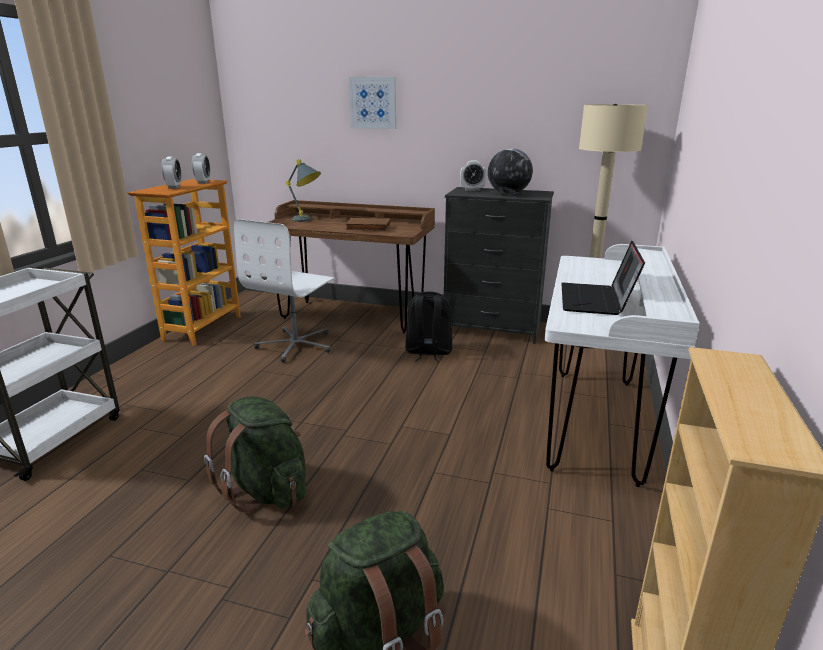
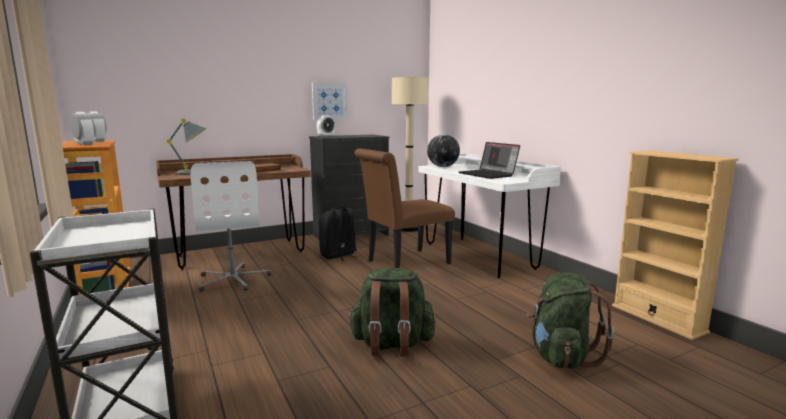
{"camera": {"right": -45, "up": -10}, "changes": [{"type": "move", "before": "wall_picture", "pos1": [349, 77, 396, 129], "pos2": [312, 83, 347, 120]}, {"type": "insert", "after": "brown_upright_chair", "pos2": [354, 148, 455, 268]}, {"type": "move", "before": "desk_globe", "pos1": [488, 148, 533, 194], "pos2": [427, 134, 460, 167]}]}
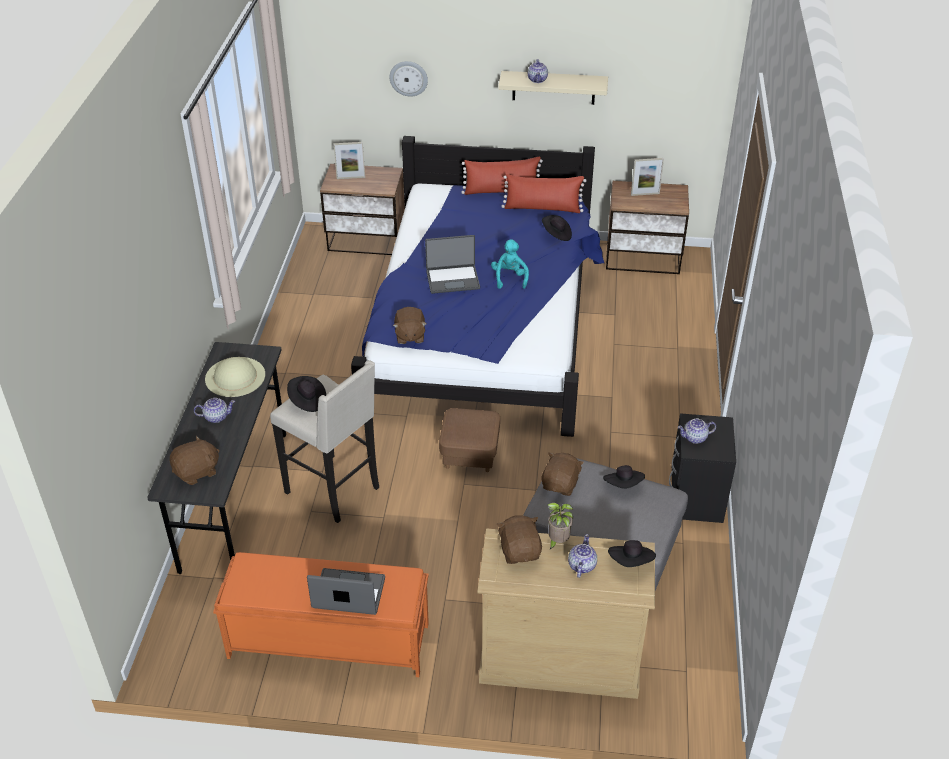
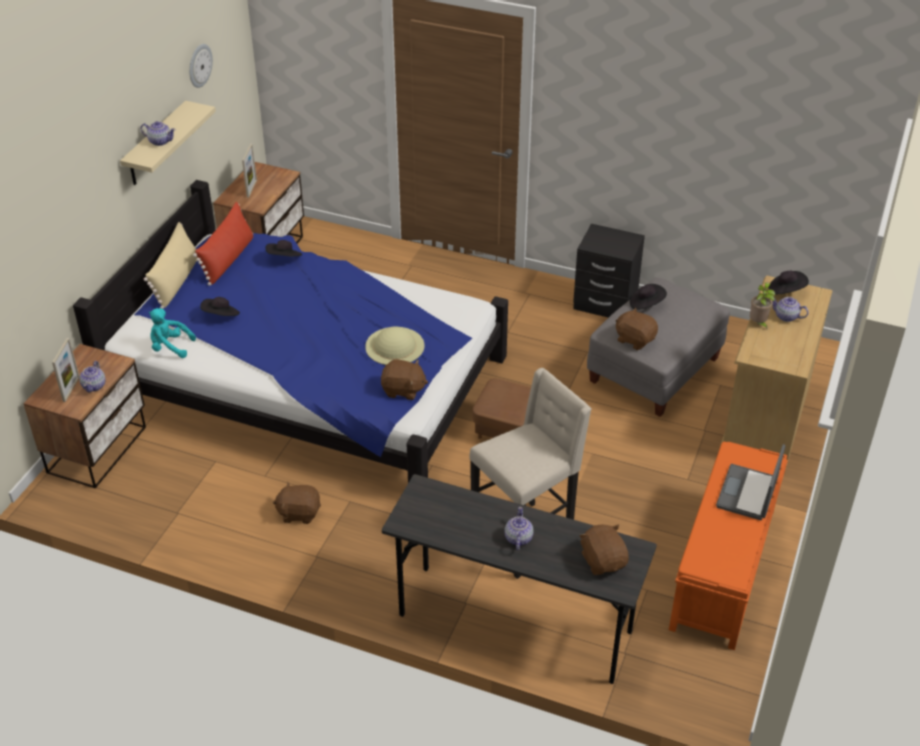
{"camera": {"right": -75, "up": 0}, "changes": [{"type": "move", "before": "teapot", "pos1": [677, 419, 716, 444], "pos2": [79, 361, 106, 393]}, {"type": "recolor", "before": "red-coloured_throw_pillow", "after": "sand-coloured_throw_pillow", "pos1": [461, 157, 543, 195], "pos2": [144, 222, 198, 309]}, {"type": "move", "before": "turquoise-coloured_cuddly_toy", "pos1": [491, 239, 529, 289], "pos2": [149, 308, 196, 358]}, {"type": "move", "before": "wall_clock", "pos1": [390, 61, 428, 97], "pos2": [189, 44, 213, 88]}, {"type": "move", "before": "black-coloured_hat", "pos1": [287, 376, 326, 412], "pos2": [200, 297, 240, 316]}, {"type": "move", "before": "brown_cuddly_toy", "pos1": [496, 515, 542, 564], "pos2": [273, 482, 321, 524]}, {"type": "move", "before": "sand-coloured_hat", "pos1": [205, 357, 265, 397], "pos2": [365, 326, 425, 365]}, {"type": "delete", "before": "laptop", "pos1": [425, 235, 480, 294]}]}
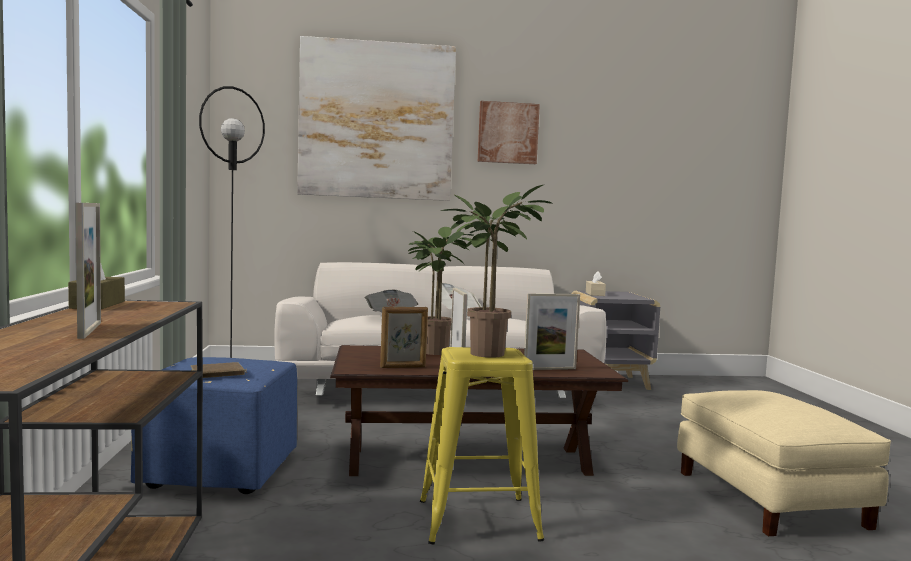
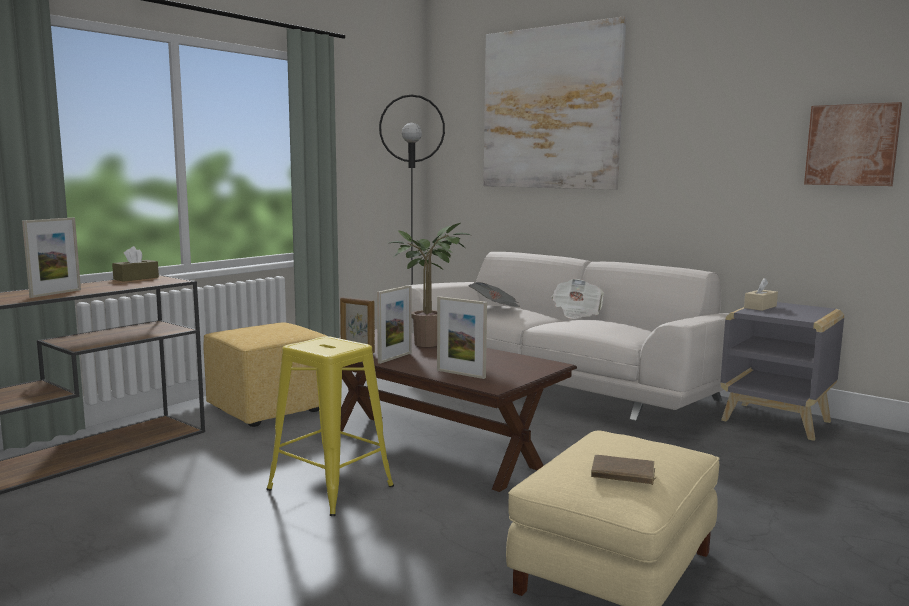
{"camera": {"right": 45, "up": 5}, "changes": [{"type": "recolor", "before": "bluish_pouffe", "after": "yellow_pouffe", "pos1": [131, 357, 297, 494], "pos2": [203, 323, 326, 427]}, {"type": "move", "before": "brown_bound_book", "pos1": [191, 362, 247, 378], "pos2": [591, 455, 656, 485]}, {"type": "move", "before": "wall_picture", "pos1": [478, 101, 540, 164], "pos2": [804, 102, 902, 186]}, {"type": "delete", "before": "potted_plant", "pos1": [441, 185, 553, 358]}]}
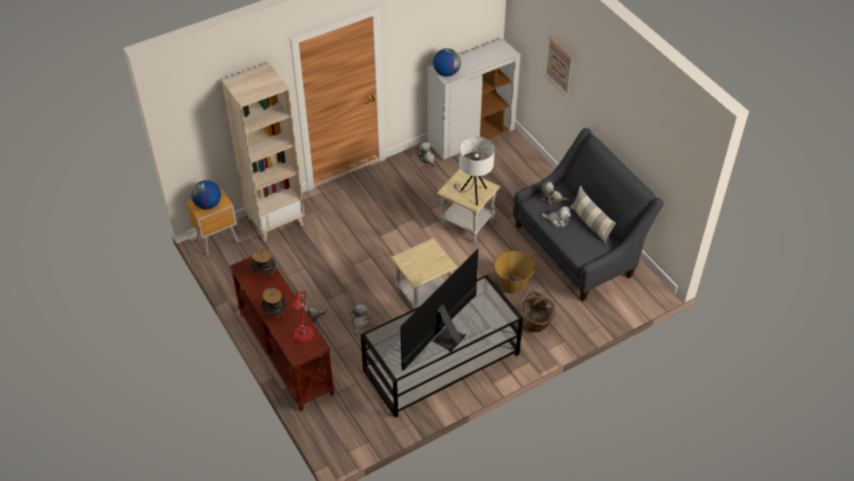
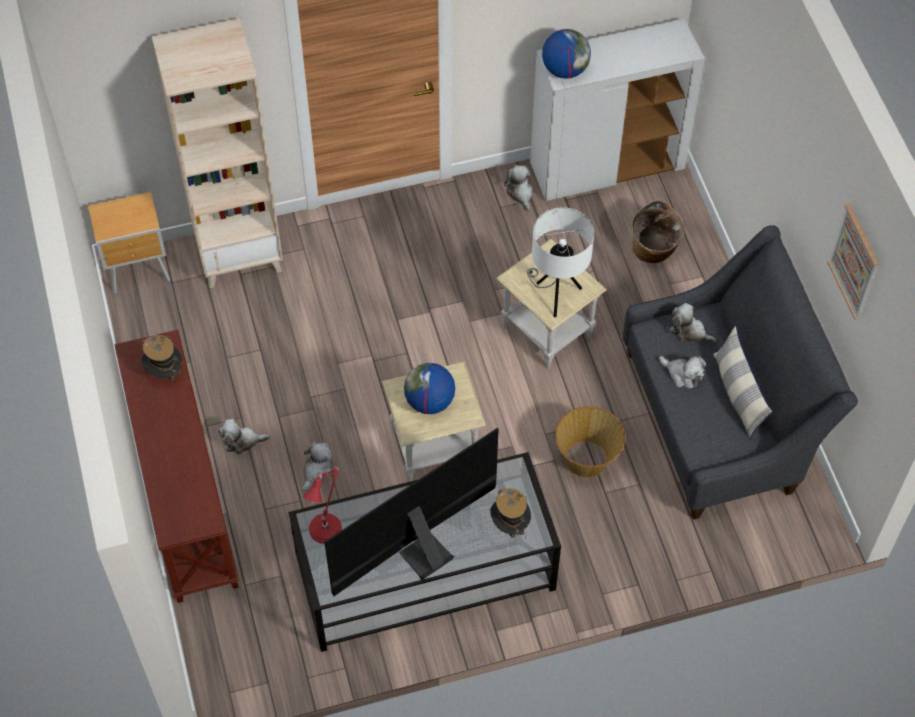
{"camera": {"right": 15, "up": 10}, "changes": [{"type": "move", "before": "red-coloured_lamp_for_a_table", "pos1": [291, 290, 314, 343], "pos2": [303, 466, 342, 544]}, {"type": "move", "before": "desk_globe", "pos1": [191, 180, 221, 210], "pos2": [404, 363, 455, 414]}, {"type": "move", "before": "hat", "pos1": [261, 288, 286, 319], "pos2": [490, 488, 531, 538]}, {"type": "move", "before": "household_basket", "pos1": [521, 291, 556, 332], "pos2": [631, 200, 685, 263]}, {"type": "move", "before": "wall_picture", "pos1": [545, 36, 573, 97], "pos2": [827, 204, 879, 320]}]}
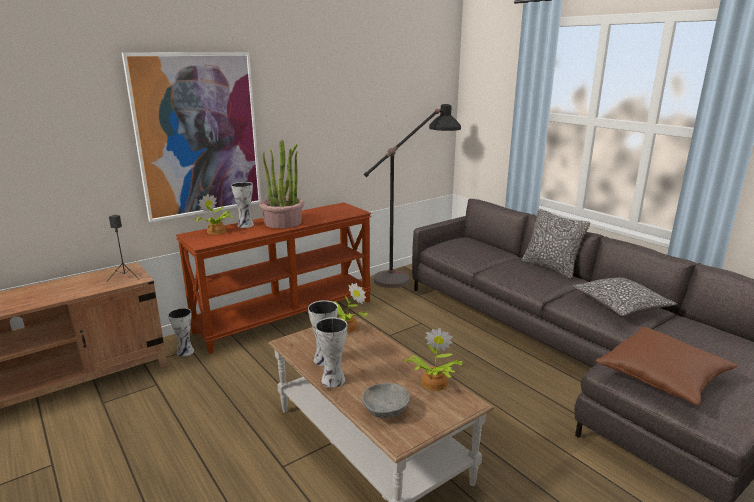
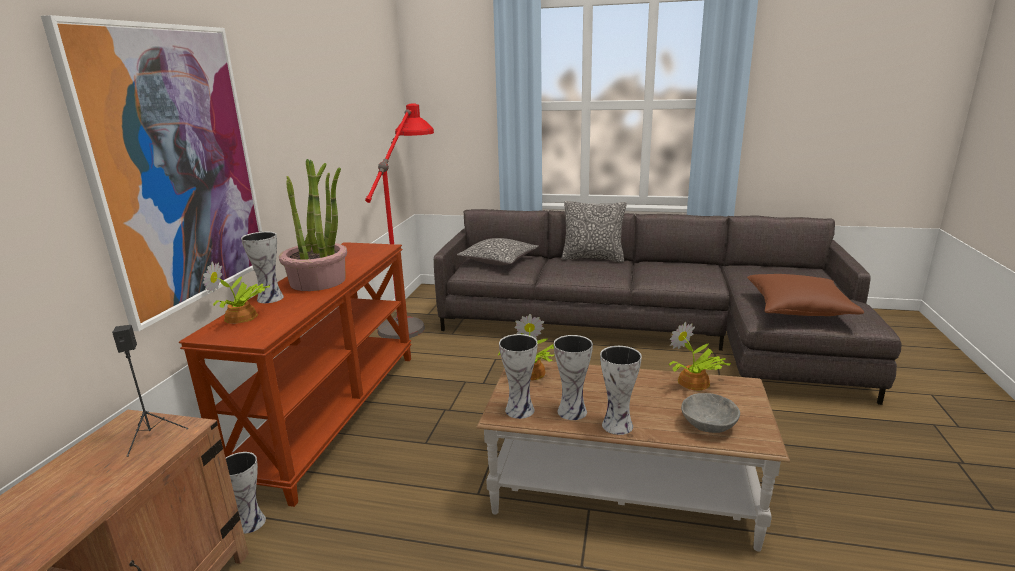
{"camera": {"right": -40, "up": 0}, "changes": [{"type": "recolor", "before": "black-coloured_standard_lamp", "after": "red-coloured_standard_lamp", "pos1": [364, 104, 461, 288], "pos2": [365, 104, 434, 339]}, {"type": "move", "before": "throw_pillow", "pos1": [572, 277, 677, 316], "pos2": [457, 238, 539, 265]}, {"type": "insert", "after": "vase", "pos2": [499, 334, 538, 419]}]}
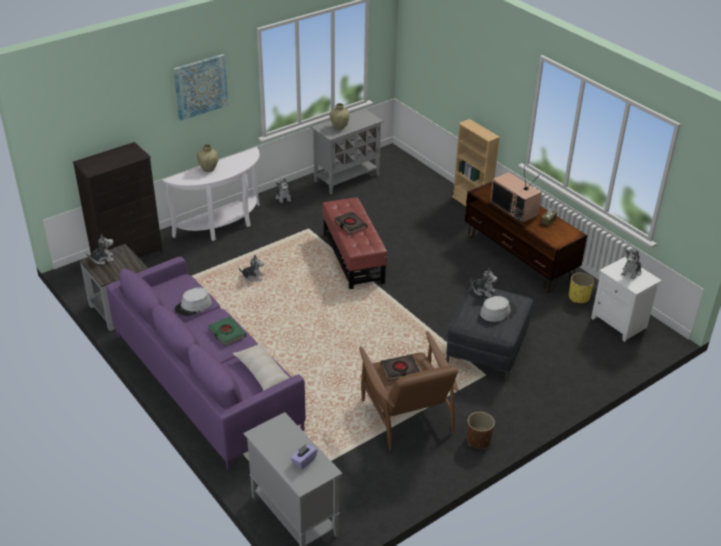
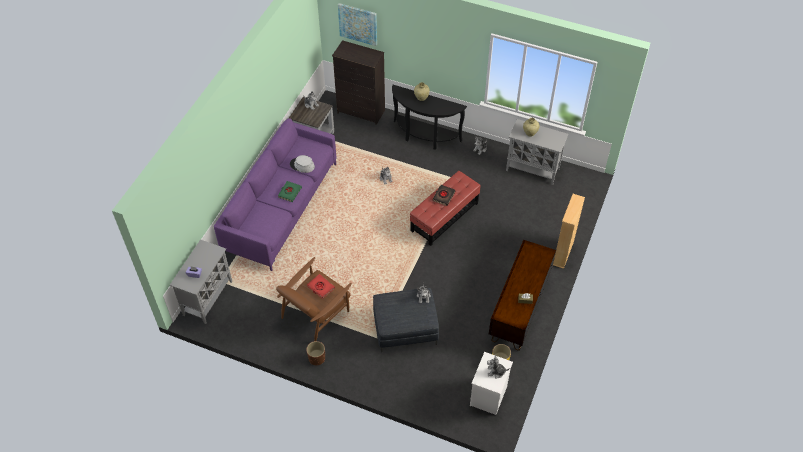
{"camera": {"right": 60, "up": 15}, "changes": [{"type": "recolor", "before": "black-coloured_bound_book", "after": "red-coloured_bound_book", "pos1": [381, 355, 420, 381], "pos2": [307, 274, 335, 299]}, {"type": "move", "before": "wall_picture", "pos1": [173, 54, 228, 121], "pos2": [338, 3, 377, 46]}, {"type": "recolor", "before": "white_narrow_table", "after": "black-coloured_narrow_table", "pos1": [162, 147, 260, 241], "pos2": [392, 85, 467, 149]}, {"type": "delete", "before": "sand-coloured_throw_pillow", "pos1": [233, 342, 290, 391]}, {"type": "delete", "before": "grey_hat", "pos1": [480, 296, 517, 322]}, {"type": "delete", "before": "TV_set", "pos1": [490, 167, 542, 223]}]}
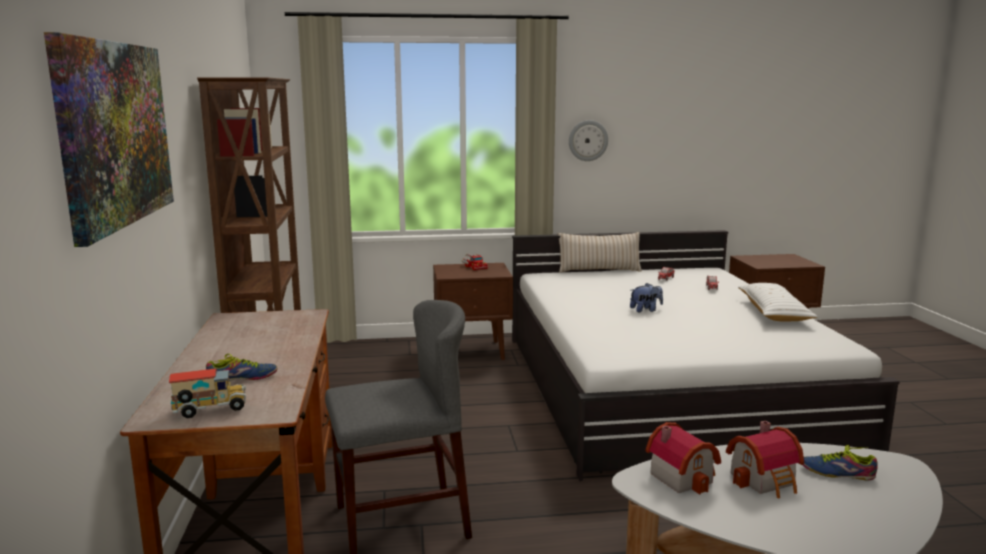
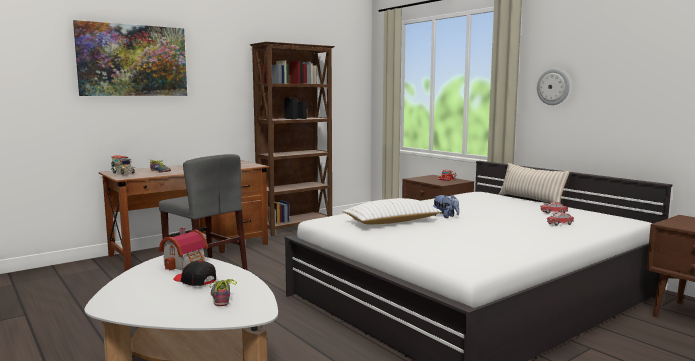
{"camera": {"right": 60, "up": -5}, "changes": [{"type": "replace", "before": "toy_house", "after": "black-coloured_baseball_cap", "pos1": [726, 421, 804, 498], "pos2": [173, 261, 216, 286]}, {"type": "move", "before": "white_throw_pillow", "pos1": [738, 283, 817, 321], "pos2": [342, 198, 442, 224]}]}
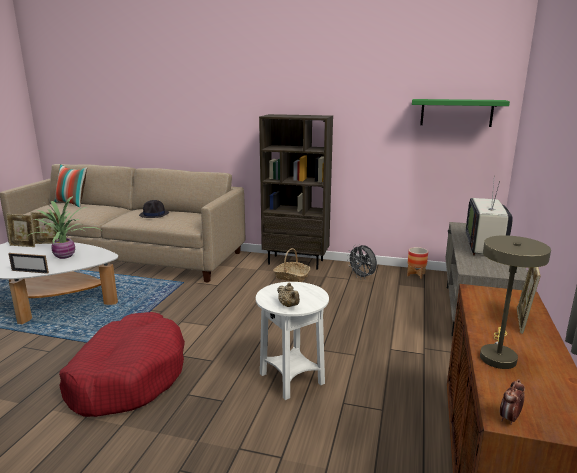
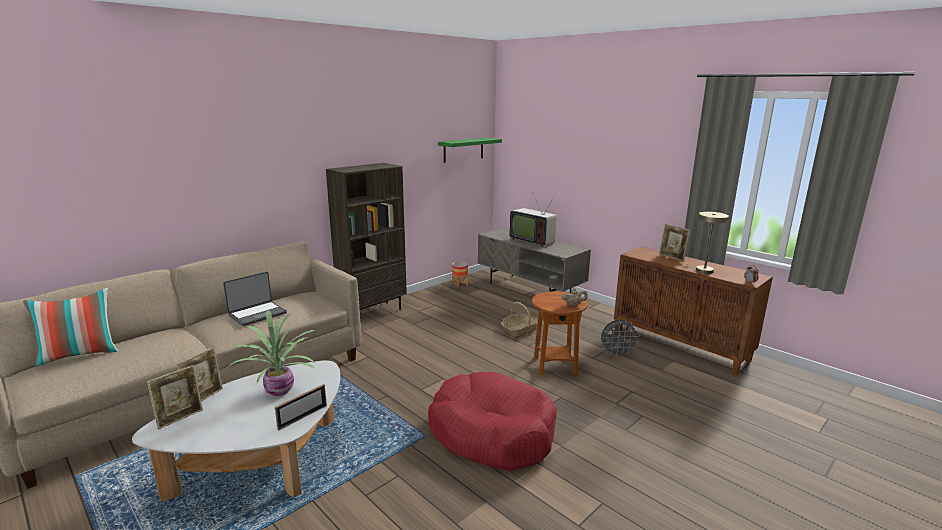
{"camera": {"right": -60, "up": 0}, "changes": [{"type": "replace", "before": "black-coloured_hat", "after": "laptop", "pos1": [139, 200, 169, 218], "pos2": [223, 271, 287, 326]}, {"type": "move", "before": "household_basket", "pos1": [273, 248, 310, 282], "pos2": [501, 302, 538, 336]}, {"type": "recolor", "before": "white_end_table", "after": "brown_end_table", "pos1": [256, 282, 329, 400], "pos2": [532, 291, 588, 375]}, {"type": "move", "before": "grey_electric_fan", "pos1": [347, 244, 377, 277], "pos2": [601, 320, 640, 357]}]}
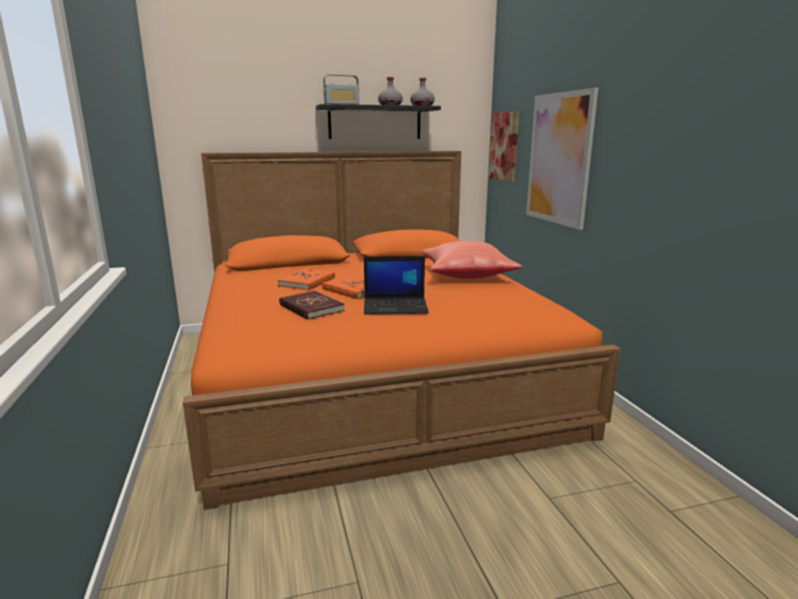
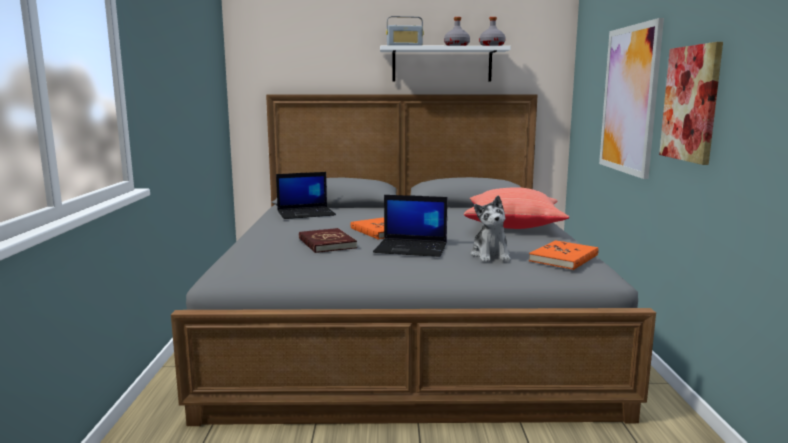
{"camera": {"right": 15, "up": -5}, "changes": [{"type": "recolor", "before": "orange-coloured_sleeping_bed", "after": "grey_sleeping_bed", "pos1": [183, 151, 621, 510], "pos2": [171, 94, 656, 426]}, {"type": "insert", "after": "laptop", "pos2": [276, 172, 336, 219]}, {"type": "recolor", "before": "black-coloured_shelf", "after": "white_shelf", "pos1": [316, 104, 441, 139], "pos2": [380, 46, 511, 82]}, {"type": "insert", "after": "cuddly_toy", "pos2": [471, 195, 511, 262]}, {"type": "move", "before": "orange-coloured_bound_book", "pos1": [278, 269, 335, 290], "pos2": [529, 240, 599, 270]}, {"type": "move", "before": "wall_picture", "pos1": [489, 111, 519, 182], "pos2": [659, 42, 723, 165]}]}
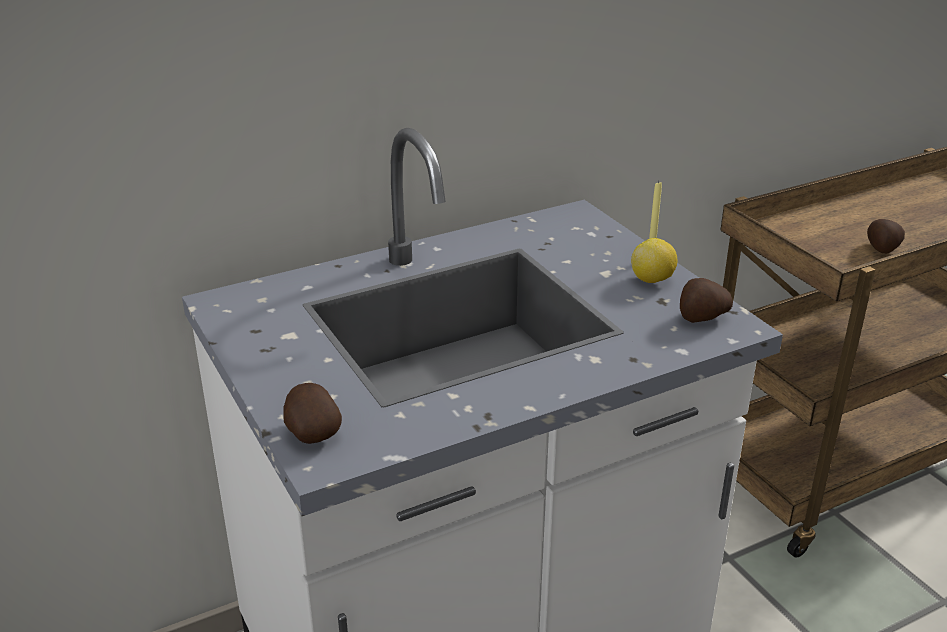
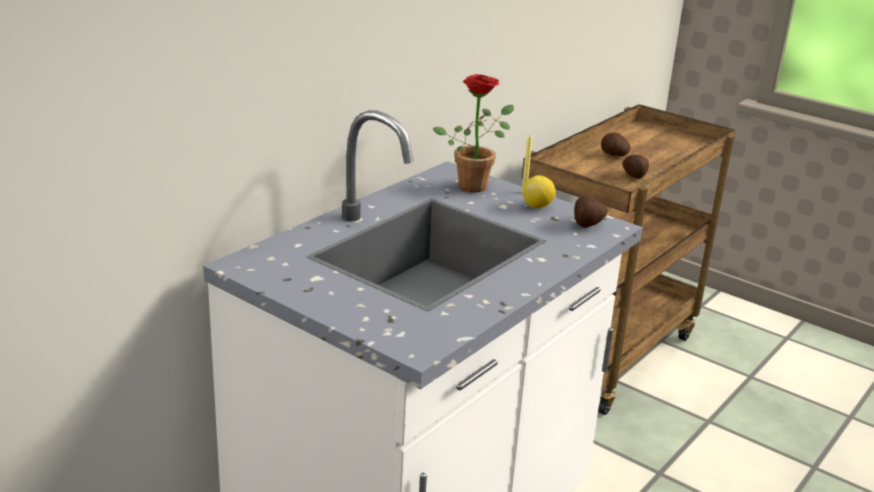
{"camera": {"right": -25, "up": -5}, "changes": [{"type": "insert", "after": "potted_plant", "pos2": [433, 74, 514, 193]}, {"type": "move", "before": "spud", "pos1": [283, 383, 342, 444], "pos2": [601, 132, 630, 156]}]}
